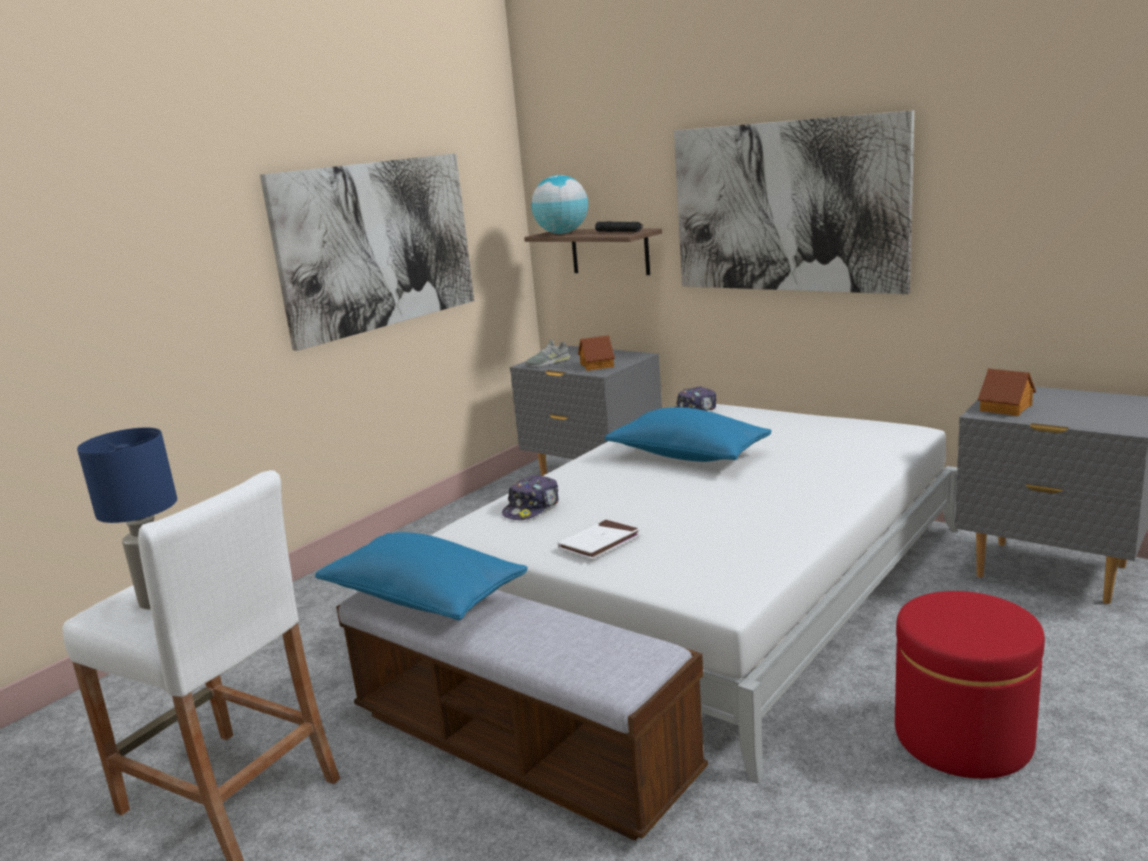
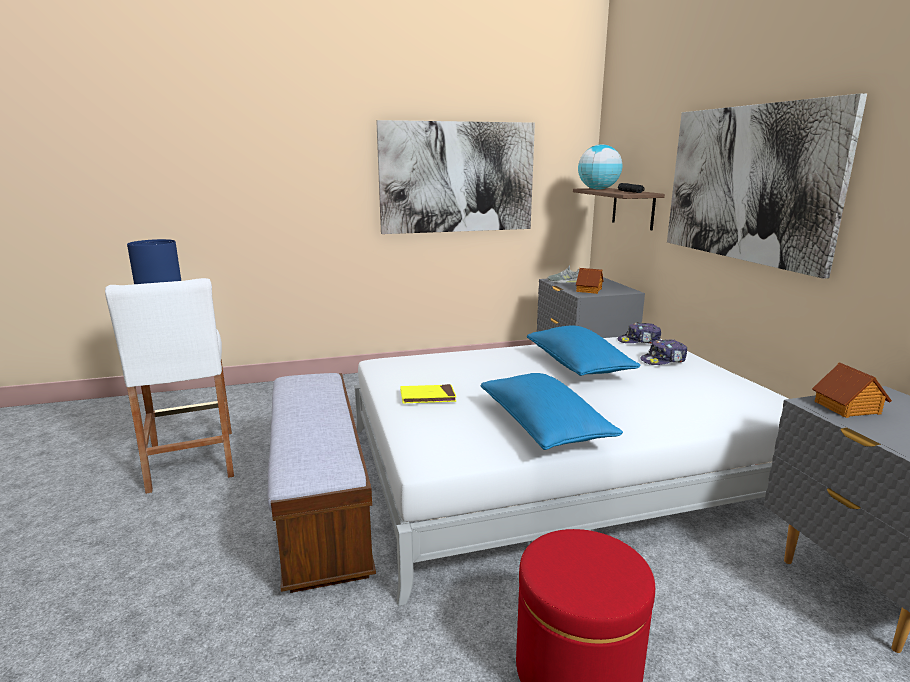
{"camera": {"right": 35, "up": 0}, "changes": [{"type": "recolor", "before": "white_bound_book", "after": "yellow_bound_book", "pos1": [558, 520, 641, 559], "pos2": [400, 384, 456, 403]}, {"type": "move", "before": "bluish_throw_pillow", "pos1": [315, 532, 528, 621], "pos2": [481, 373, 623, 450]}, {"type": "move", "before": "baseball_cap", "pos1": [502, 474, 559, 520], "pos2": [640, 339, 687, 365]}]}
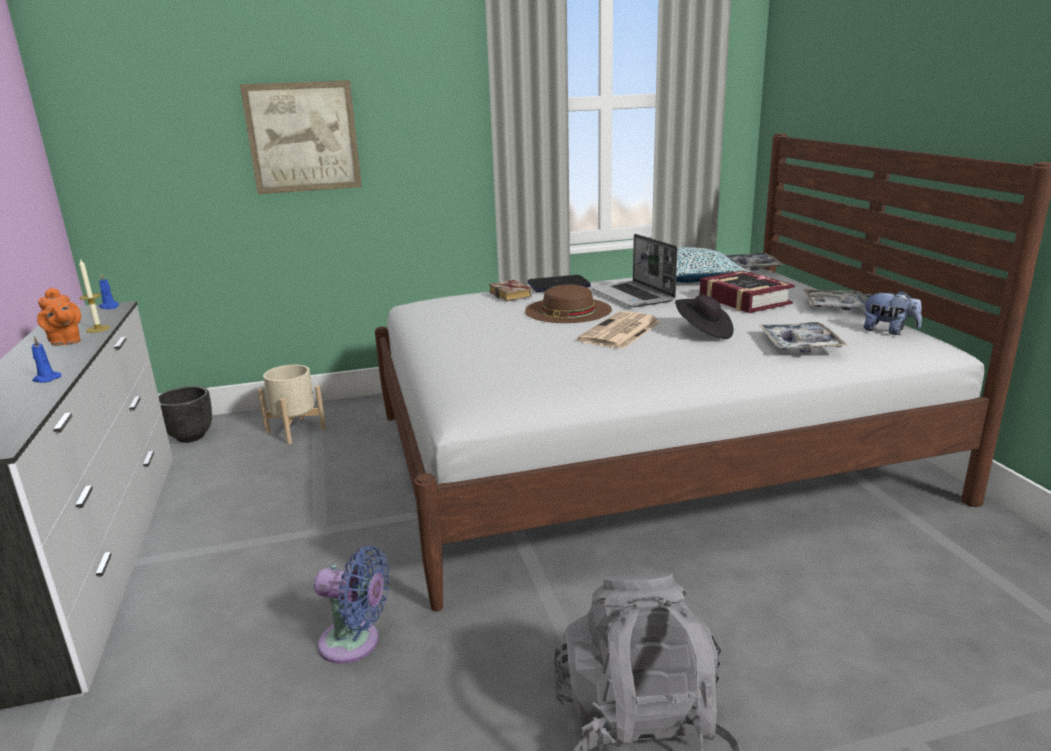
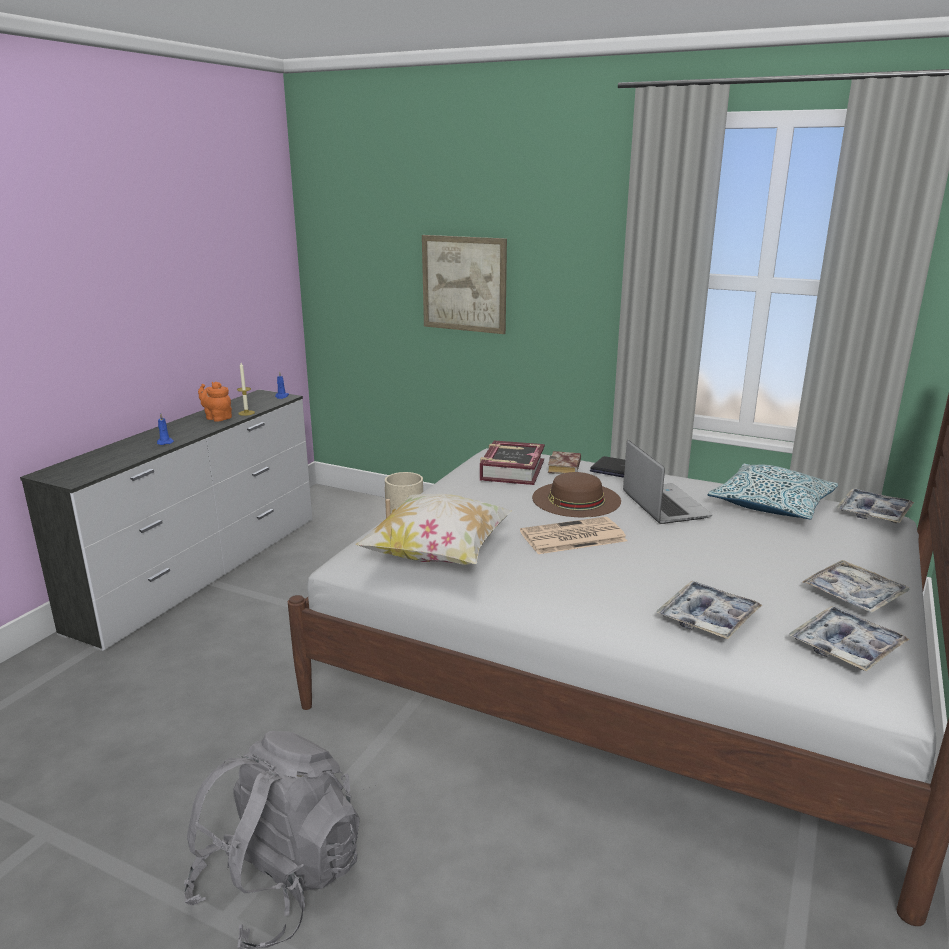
{"camera": {"right": 40, "up": 0}, "changes": [{"type": "rotate", "before": "orange-coloured_teapot", "pos1": [37, 287, 81, 346], "pos2": [198, 382, 232, 422], "turn": 120}, {"type": "insert", "after": "throw_pillow", "pos2": [355, 494, 513, 565]}, {"type": "move", "before": "bound_book", "pos1": [700, 270, 795, 313], "pos2": [480, 440, 545, 485]}, {"type": "rotate", "before": "laptop", "pos1": [591, 234, 677, 307], "pos2": [623, 440, 713, 524], "turn": 150}, {"type": "replace", "before": "cuddly_toy", "after": "tray", "pos1": [863, 290, 922, 335], "pos2": [789, 606, 910, 671]}, {"type": "delete", "before": "black-coloured_flower_pot", "pos1": [158, 386, 212, 443]}, {"type": "delete", "before": "bluish_electric_fan", "pos1": [314, 546, 390, 664]}, {"type": "delete", "before": "black-coloured_hat", "pos1": [675, 295, 734, 339]}]}
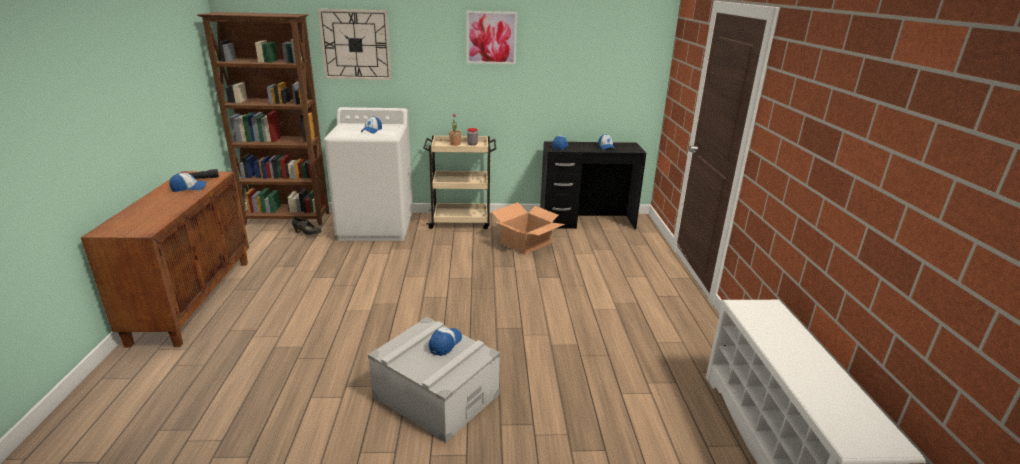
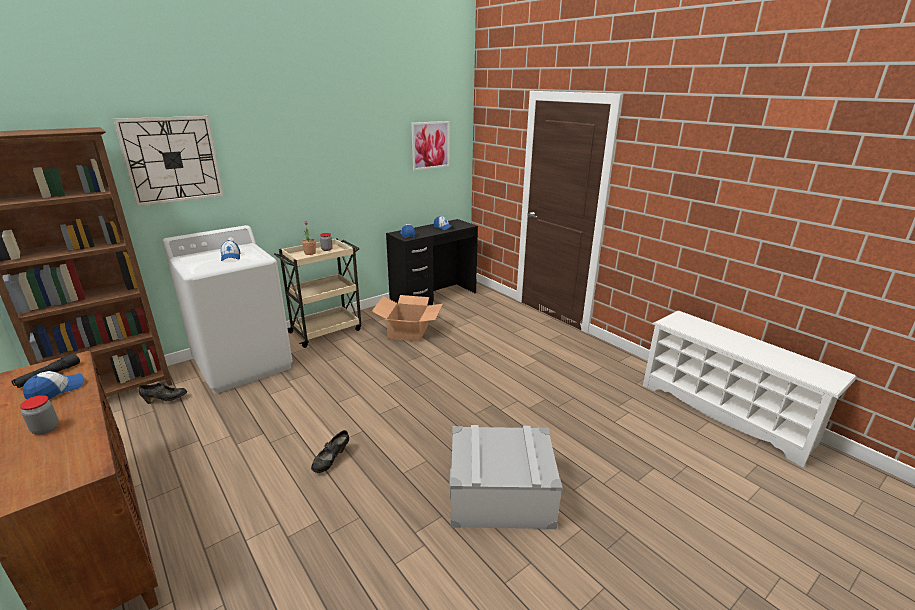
{"camera": {"right": -35, "up": 0}, "changes": [{"type": "insert", "after": "jar", "pos2": [20, 395, 59, 435]}, {"type": "insert", "after": "black-coloured_item_of_footwear", "pos2": [311, 430, 349, 473]}, {"type": "move", "before": "wall_picture", "pos1": [466, 11, 517, 65], "pos2": [411, 121, 449, 170]}, {"type": "delete", "before": "baseball_cap", "pos1": [429, 327, 462, 356]}]}
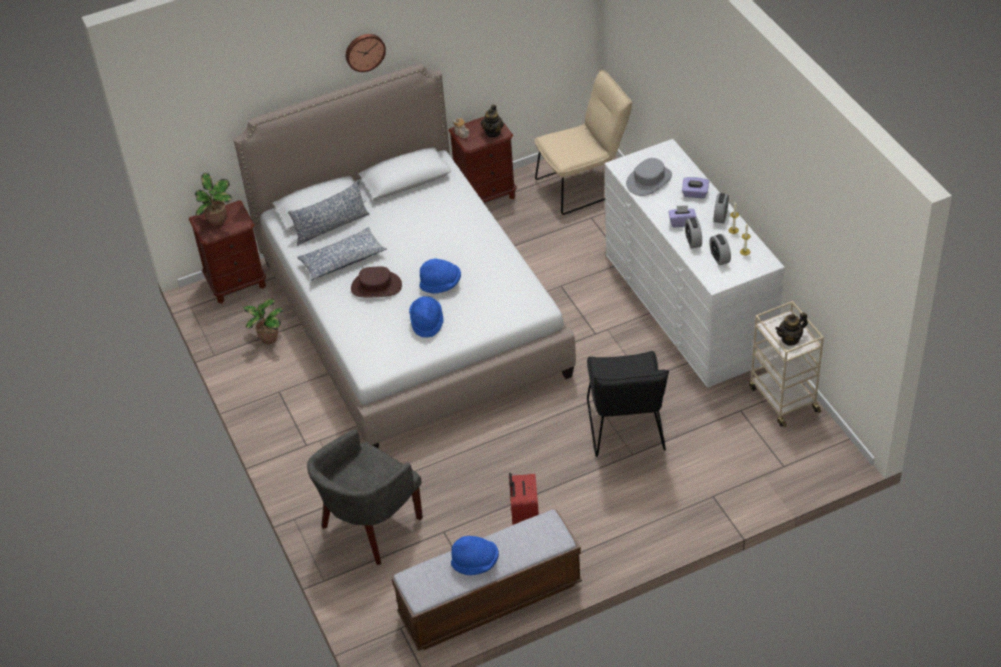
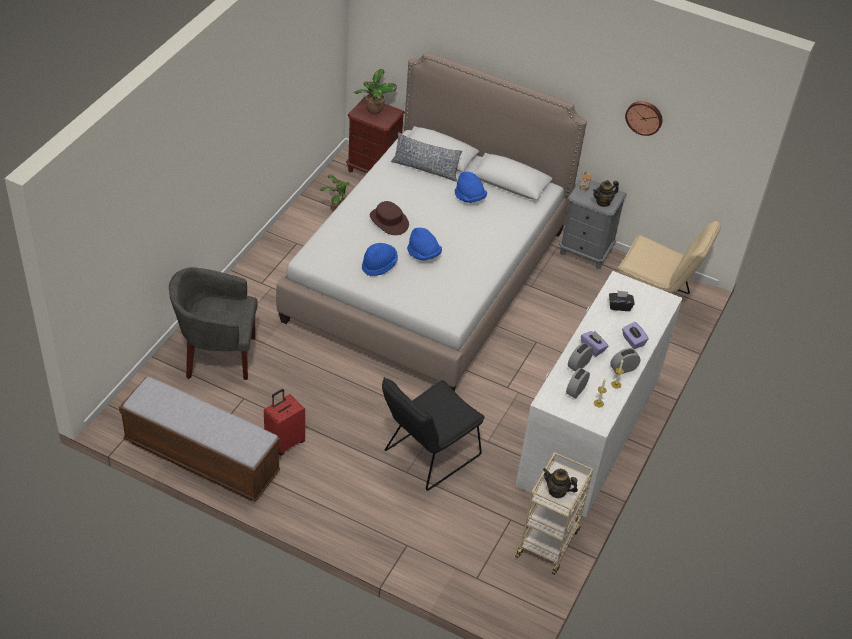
{"camera": {"right": 45, "up": 0}, "changes": [{"type": "move", "before": "bluish_hat", "pos1": [451, 536, 499, 575], "pos2": [455, 171, 487, 203]}, {"type": "recolor", "before": "brown_bedside_table", "after": "grey_bedside_table", "pos1": [448, 116, 517, 202], "pos2": [559, 179, 627, 269]}, {"type": "replace", "before": "grey_hat", "after": "black-coloured_tissue_box", "pos1": [626, 158, 672, 196], "pos2": [609, 291, 635, 311]}, {"type": "move", "before": "wall_clock", "pos1": [346, 34, 386, 72], "pos2": [625, 101, 662, 136]}, {"type": "delete", "before": "throw_pillow", "pos1": [297, 227, 387, 281]}]}
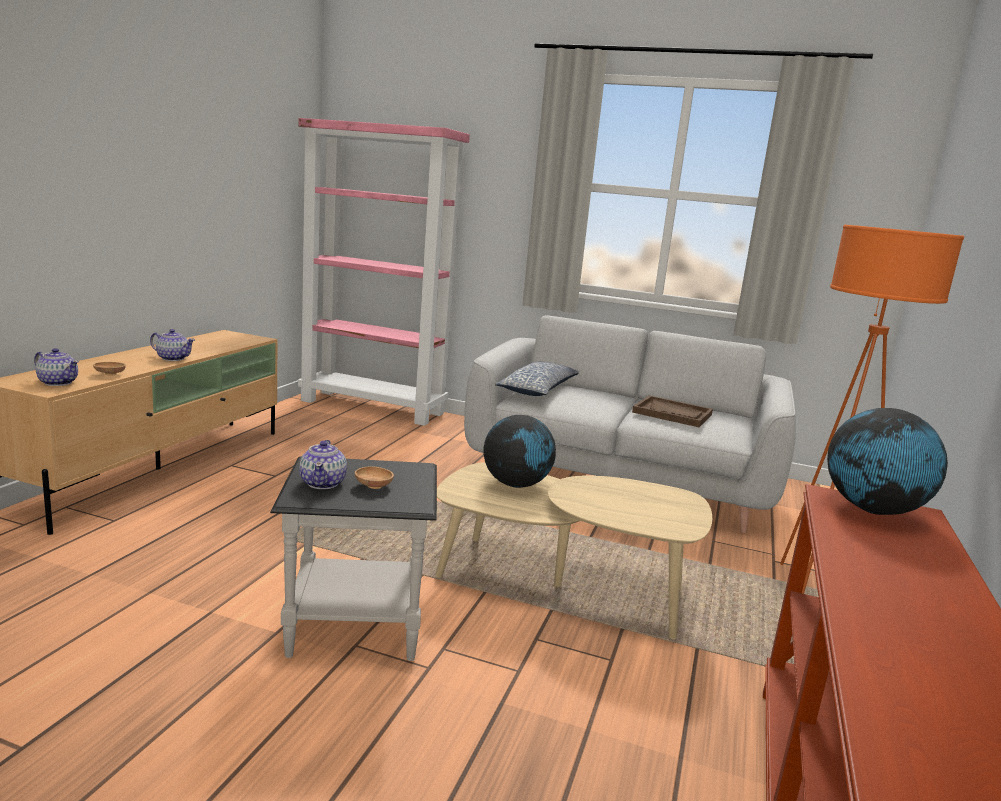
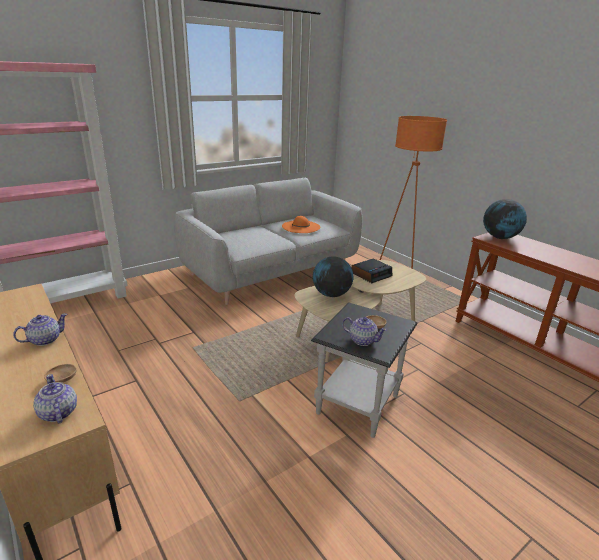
{"camera": {"right": -55, "up": 10}, "changes": [{"type": "rotate", "before": "teapot", "pos1": [34, 348, 79, 386], "pos2": [33, 374, 77, 424], "turn": -90}, {"type": "replace", "before": "brown_tray", "after": "orange-coloured_hat", "pos1": [632, 396, 713, 427], "pos2": [282, 216, 320, 233]}, {"type": "insert", "after": "table_clock", "pos2": [352, 259, 392, 283]}, {"type": "delete", "before": "throw_pillow", "pos1": [495, 362, 579, 396]}]}
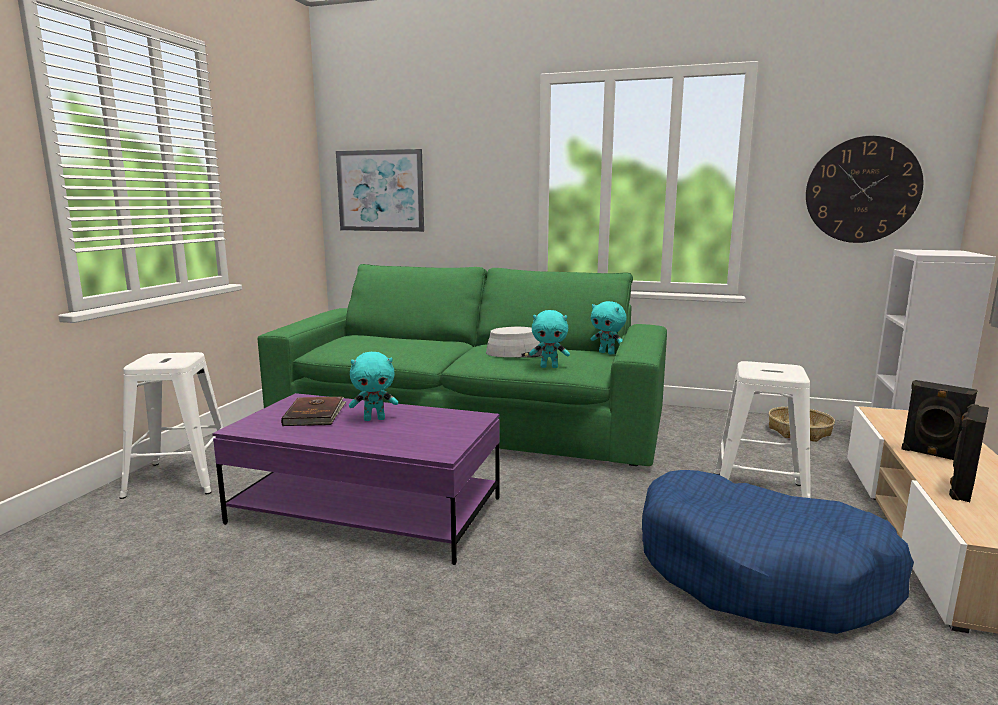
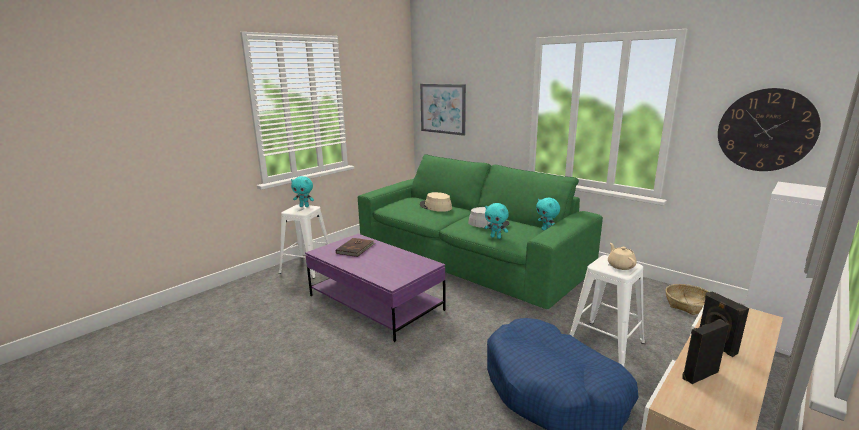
{"camera": {"right": 25, "up": 5}, "changes": [{"type": "move", "before": "turquoise-coloured_cuddly_toy", "pos1": [349, 352, 398, 421], "pos2": [291, 176, 314, 207]}, {"type": "insert", "after": "sand-coloured_hat", "pos2": [420, 192, 452, 212]}, {"type": "insert", "after": "sand-coloured_teapot", "pos2": [608, 243, 637, 270]}]}
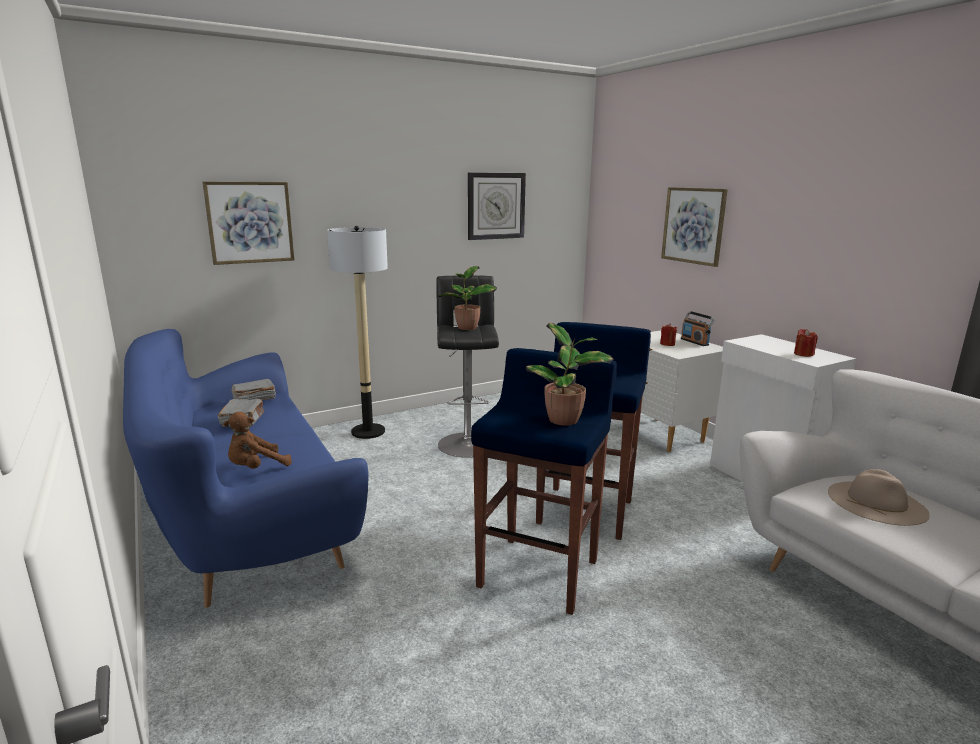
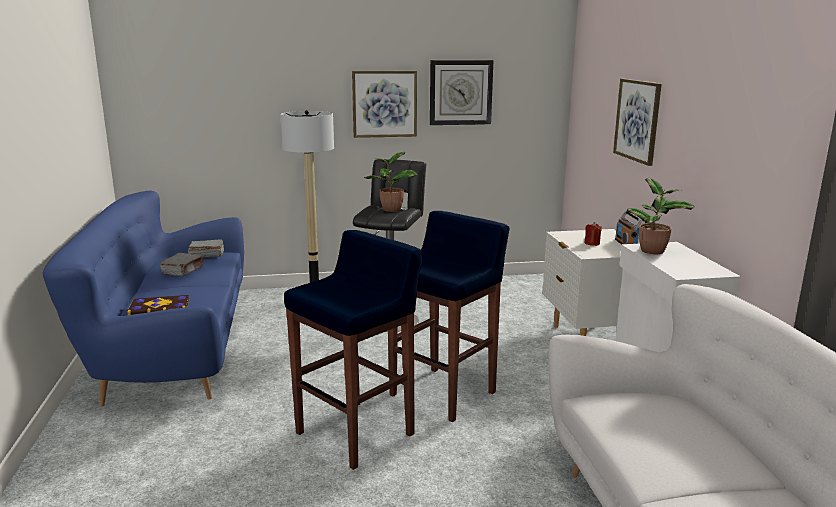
{"camera": {"right": 20, "up": 0}, "changes": [{"type": "replace", "before": "brown_cuddly_toy", "after": "bound_book", "pos1": [224, 412, 292, 469], "pos2": [127, 295, 189, 315]}, {"type": "move", "before": "wall_picture", "pos1": [203, 182, 294, 265], "pos2": [352, 71, 417, 138]}, {"type": "move", "before": "potted_plant", "pos1": [526, 323, 613, 426], "pos2": [627, 178, 695, 254]}, {"type": "delete", "before": "red-coloured_wax_light", "pos1": [794, 329, 818, 357]}, {"type": "delete", "before": "sand-coloured_hat", "pos1": [828, 469, 930, 526]}]}
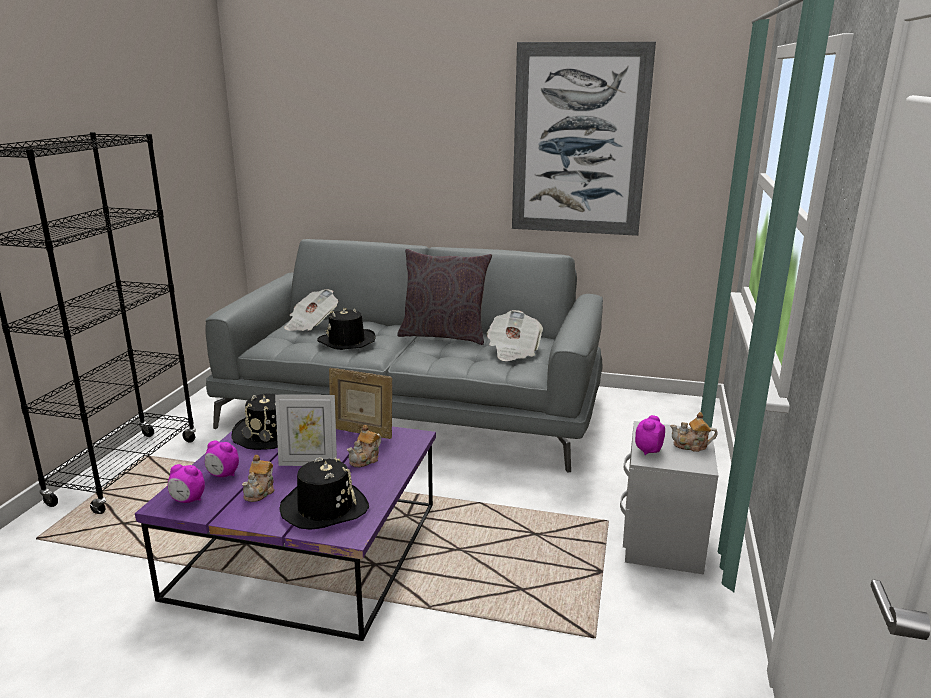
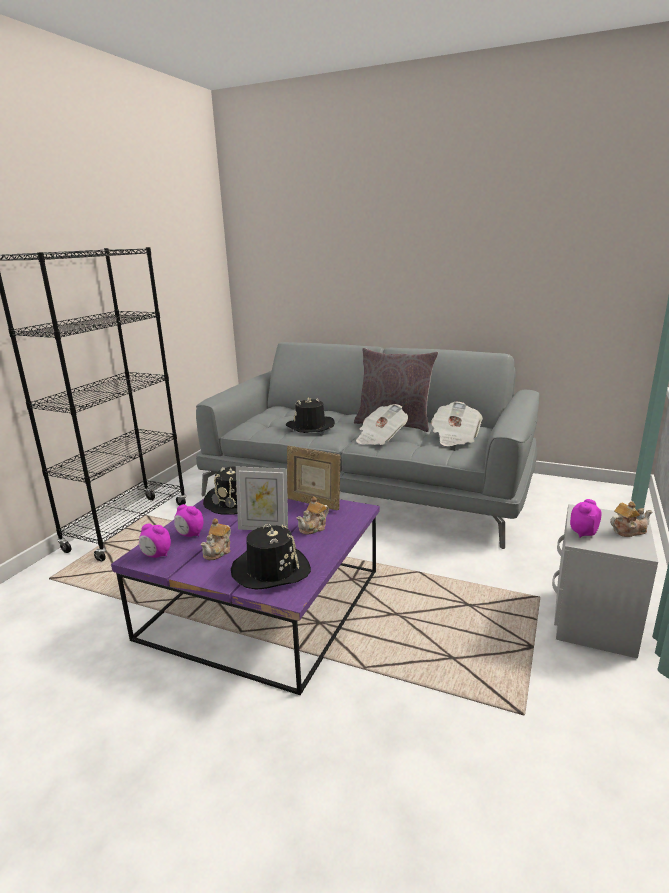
{"camera": {"right": 10, "up": 0}, "changes": [{"type": "move", "before": "printed_paper", "pos1": [284, 289, 338, 331], "pos2": [356, 404, 408, 445]}, {"type": "rotate", "before": "teapot", "pos1": [670, 412, 717, 452], "pos2": [610, 501, 652, 537], "turn": 150}, {"type": "delete", "before": "wall_picture", "pos1": [512, 42, 656, 236]}]}
